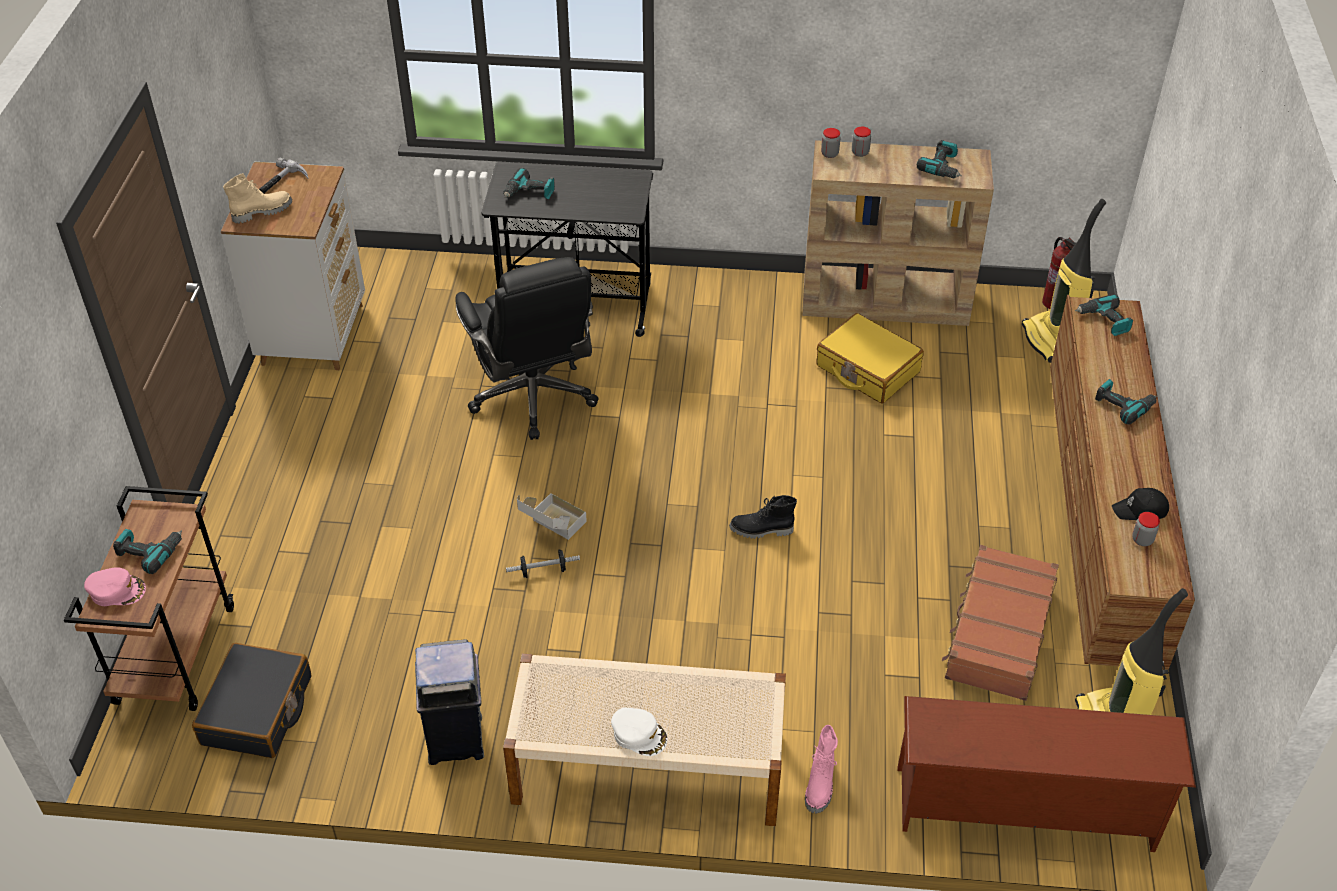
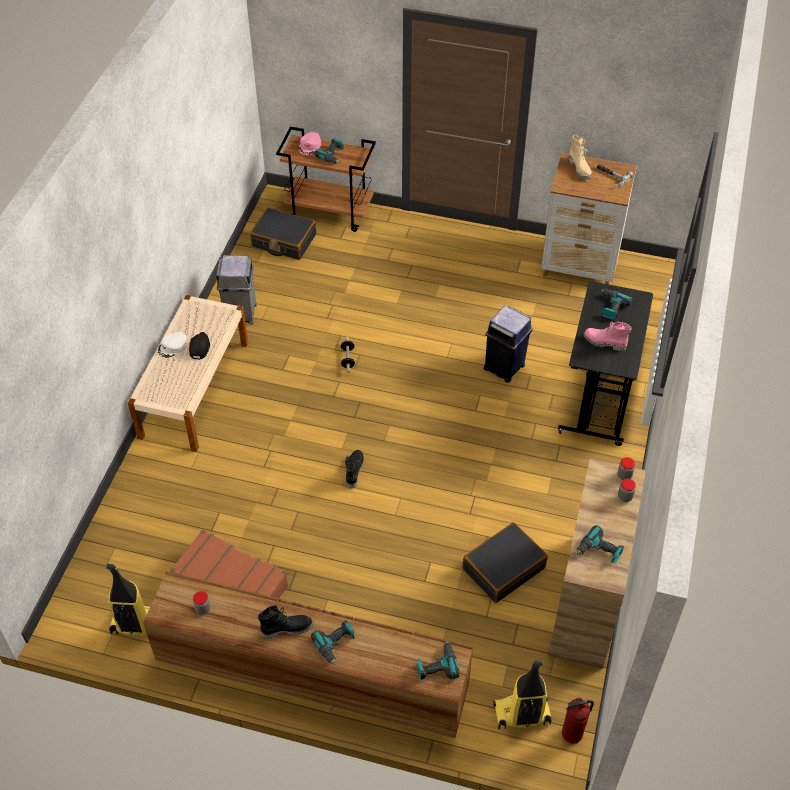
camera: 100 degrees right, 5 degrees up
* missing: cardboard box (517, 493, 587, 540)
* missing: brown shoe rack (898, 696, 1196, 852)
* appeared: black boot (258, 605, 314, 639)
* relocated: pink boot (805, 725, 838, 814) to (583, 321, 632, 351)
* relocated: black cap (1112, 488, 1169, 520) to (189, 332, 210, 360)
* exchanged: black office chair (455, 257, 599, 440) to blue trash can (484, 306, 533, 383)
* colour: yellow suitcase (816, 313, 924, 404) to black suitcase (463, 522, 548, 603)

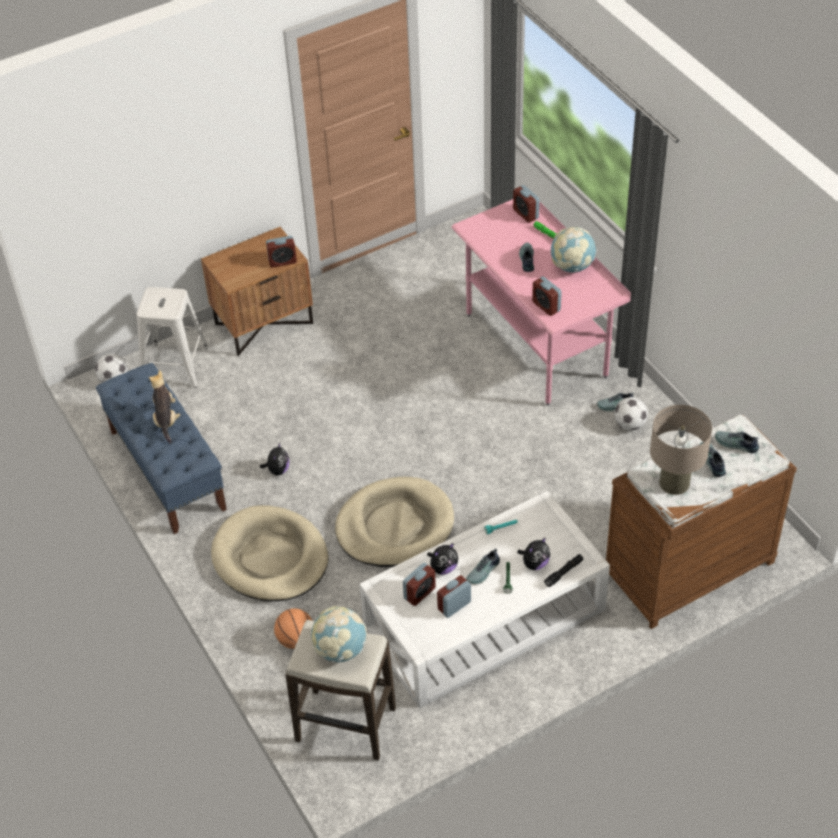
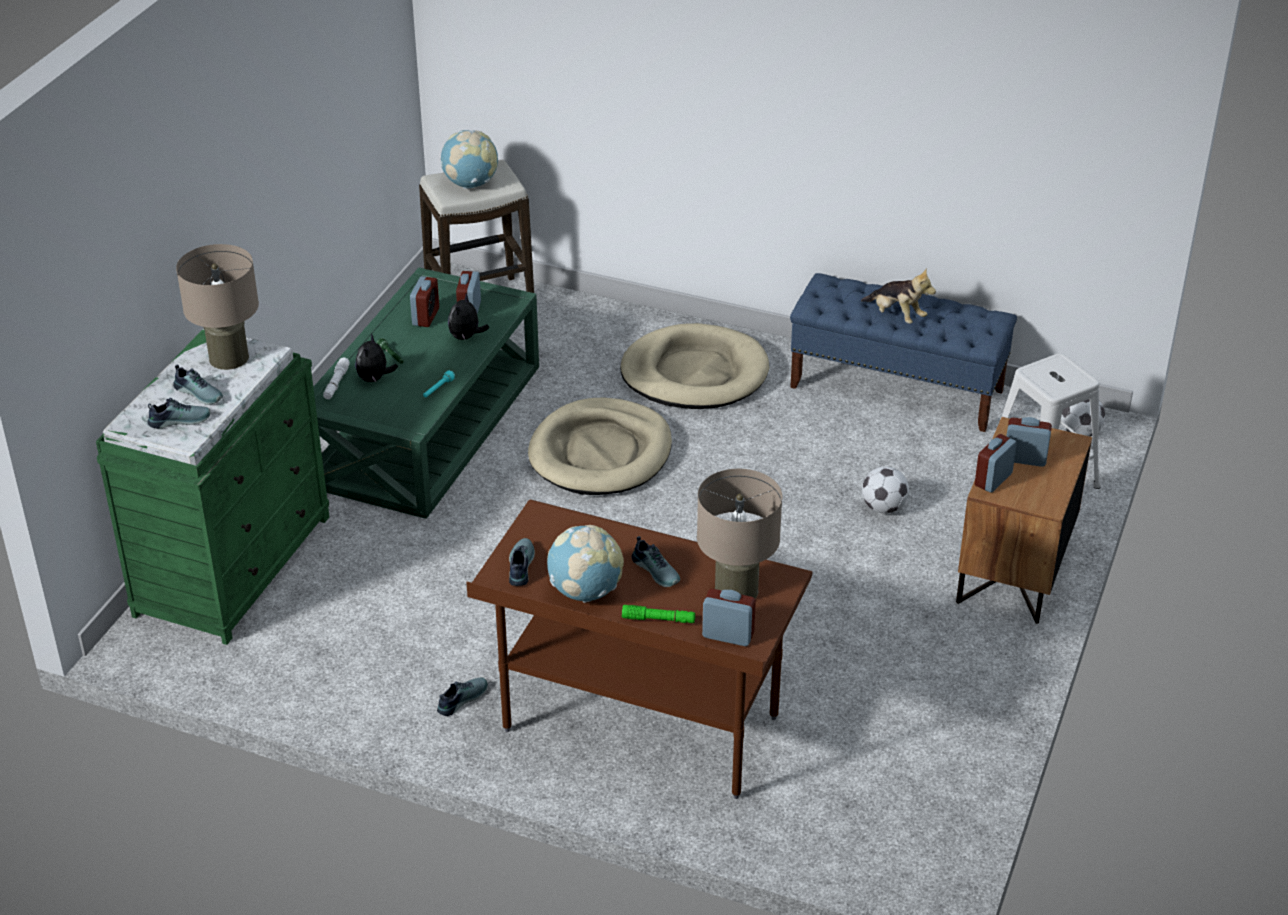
camera: 140 degrees right, 10 degrees down
* missing: plush toy (260, 443, 290, 475)
* missing: basketball (274, 608, 313, 649)
* appeared: beige table lamp (697, 469, 782, 599)
* relocated: shoe (466, 548, 500, 584) to (509, 538, 535, 586)
* relocated: alarm clock (532, 276, 562, 316) to (1007, 417, 1052, 467)
* relocated: football (614, 397, 648, 430) to (862, 467, 909, 513)
* colour: white coffee table (359, 491, 610, 708) to green coffee table (313, 268, 539, 519)
* colour: pink desk (452, 199, 631, 406) to brown desk (466, 499, 812, 799)
* colour: black flashlight (544, 554, 583, 587) to white flashlight (323, 357, 350, 399)
* colour: brown dresser (606, 414, 797, 629) to green dresser (96, 329, 329, 645)

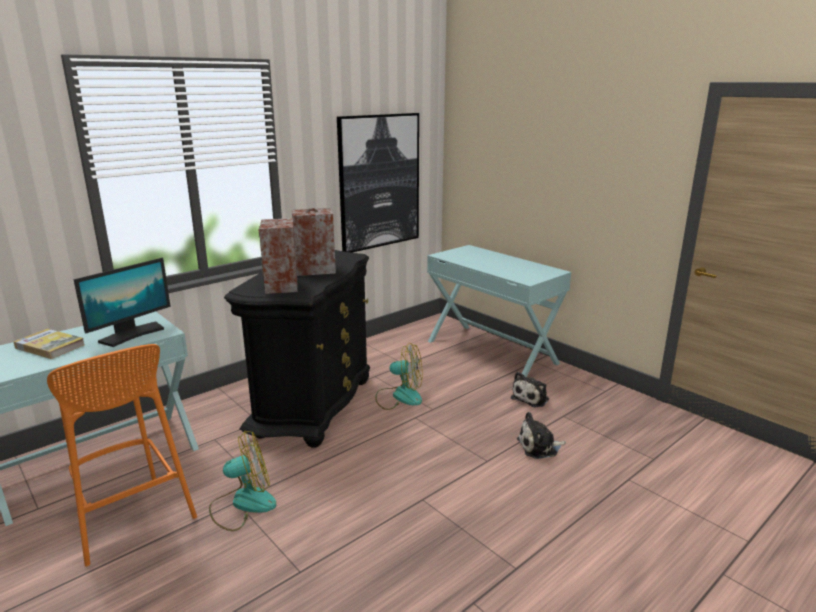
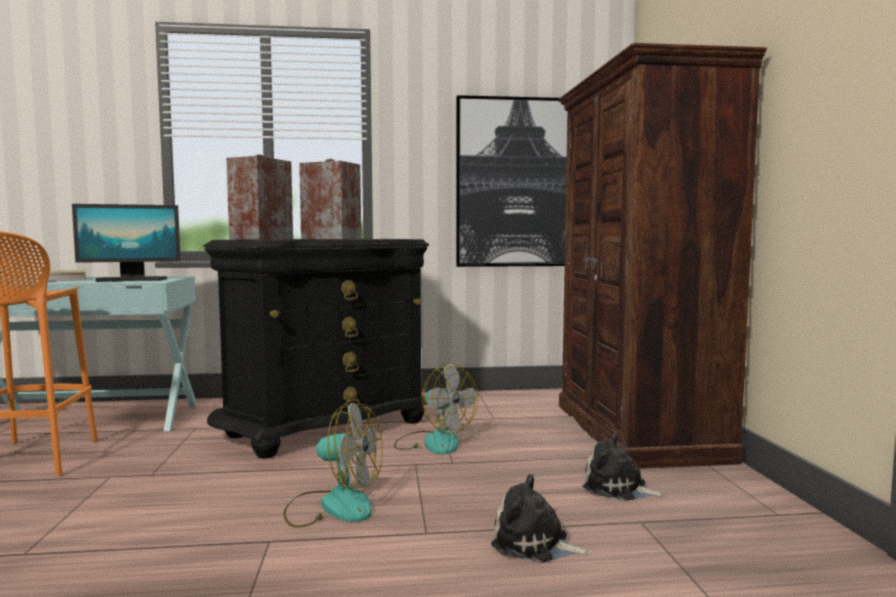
camera: 35 degrees right, 15 degrees down
* relocated: fan (209, 431, 276, 531) to (283, 400, 383, 528)
* exchanged: turquoise desk (427, 245, 571, 377) to brown wardrobe (558, 43, 767, 469)
* spun: plush toy (511, 372, 549, 408) = (583, 433, 666, 501) 45 degrees clockwise

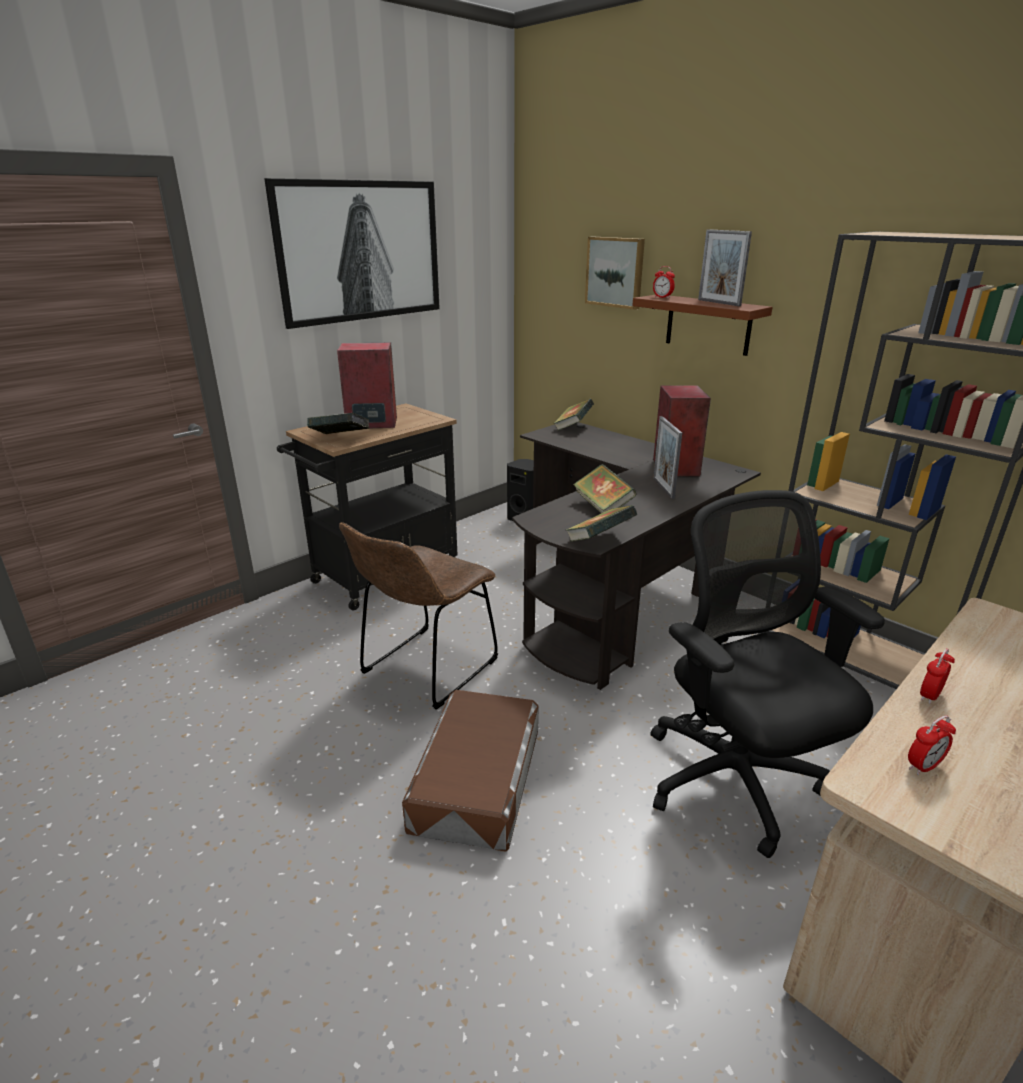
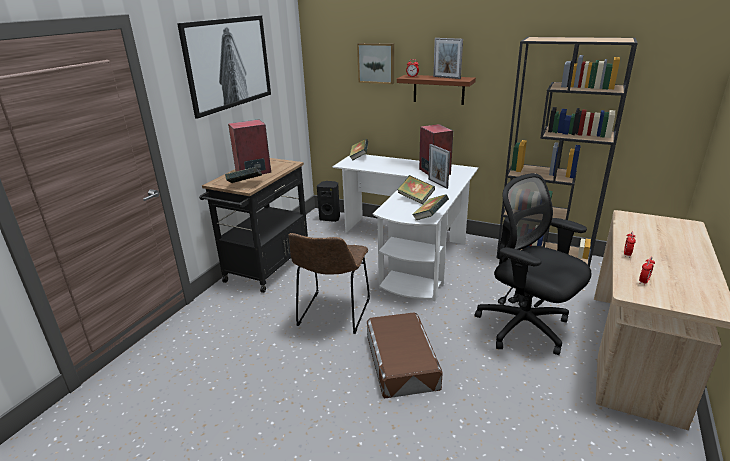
camera: 20 degrees left, 0 degrees up
* colour: black desk (512, 422, 761, 690) to white desk (332, 154, 478, 301)

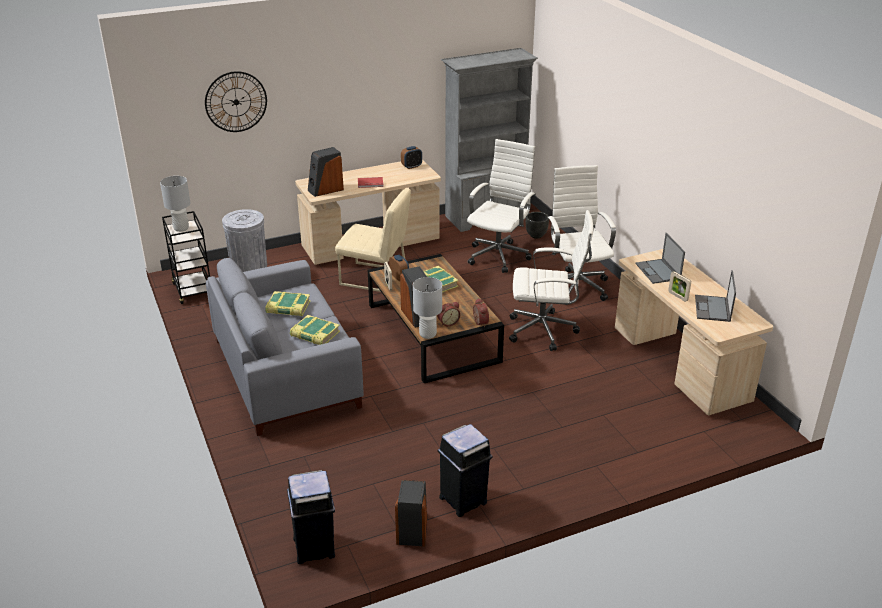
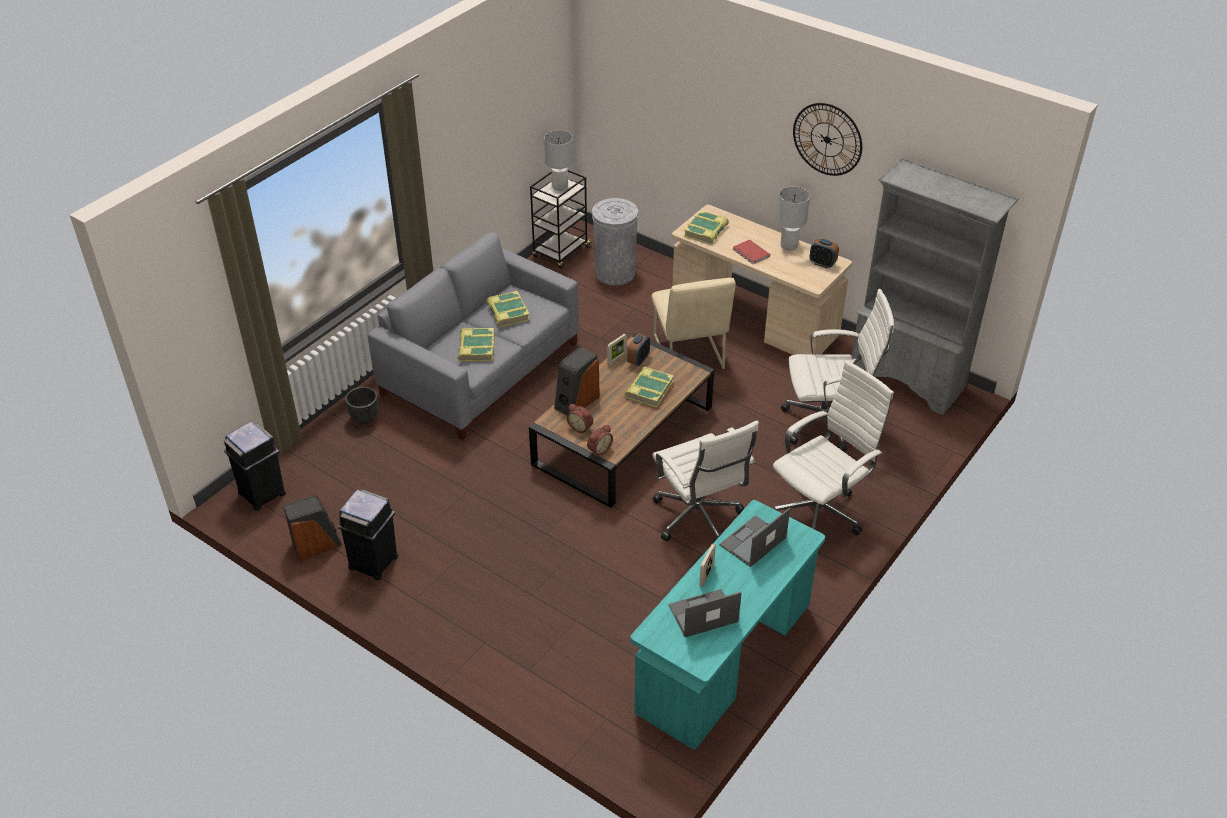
camera: 60 degrees right, 10 degrees up
* relocated: wall clock (205, 71, 267, 132) to (793, 103, 862, 176)
* relocated: grey table lamp (413, 277, 442, 339) to (777, 186, 810, 251)
* relocated: black planter (526, 212, 549, 239) to (345, 387, 379, 424)
* exchanged: speaker (308, 147, 344, 197) to book (684, 210, 729, 245)
* colour: beige desk (615, 249, 773, 415) to turquoise desk (630, 500, 825, 750)

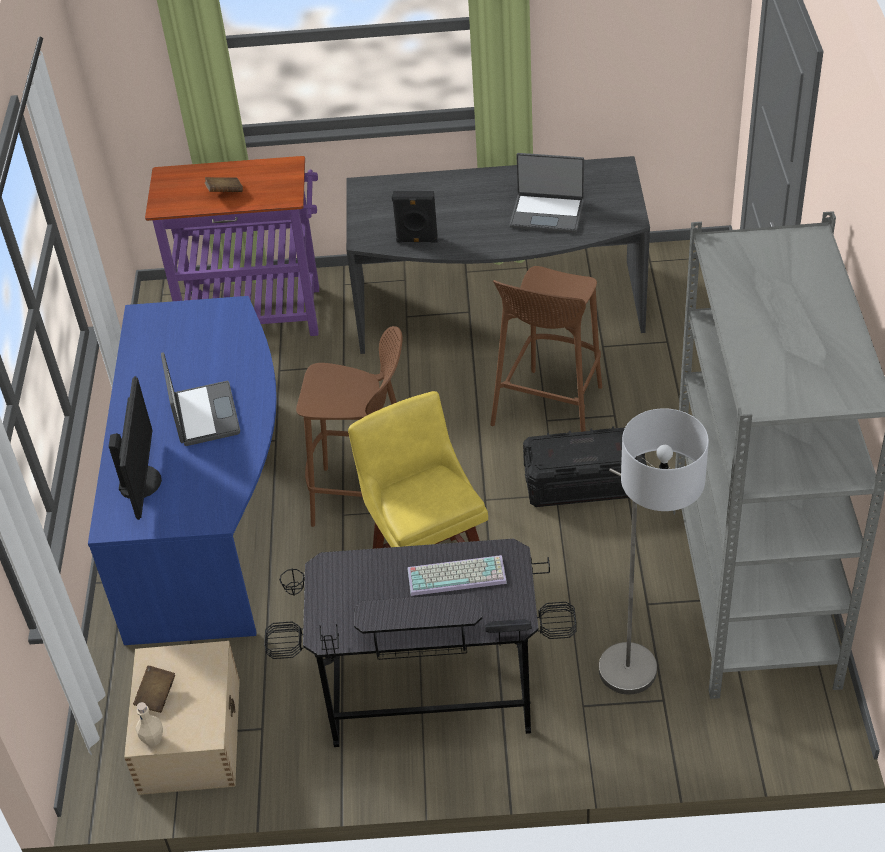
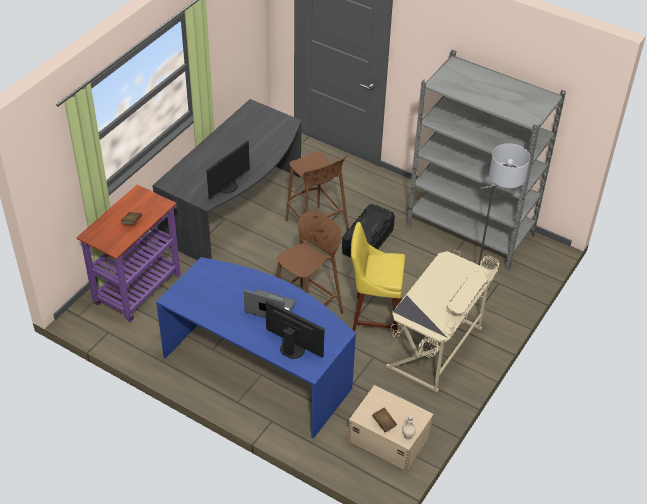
camera: 60 degrees left, 0 degrees up
* missing: keyboard (408, 555, 507, 596)
* missing: laptop (510, 153, 584, 233)
* exchanged: black speaker (392, 191, 438, 243) to monitor (207, 141, 250, 199)
* colour: black desk (264, 539, 577, 747) to beige desk (386, 250, 499, 392)

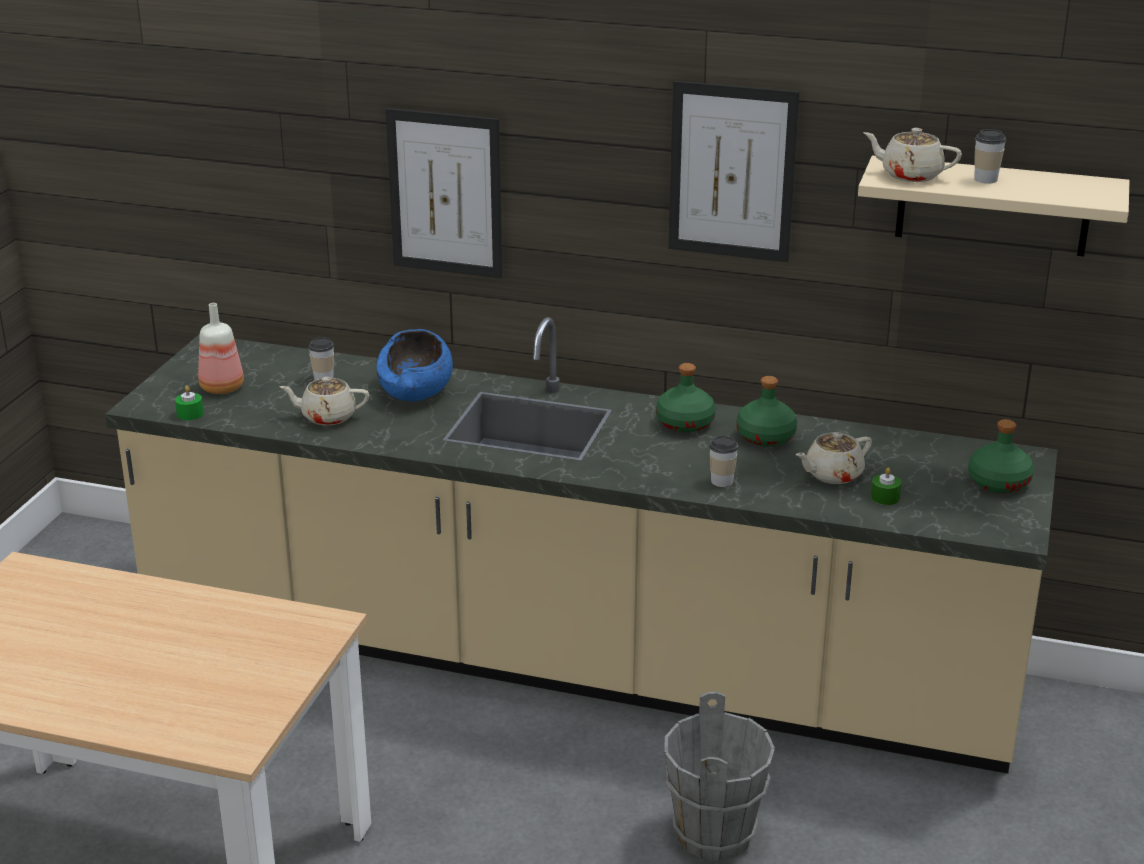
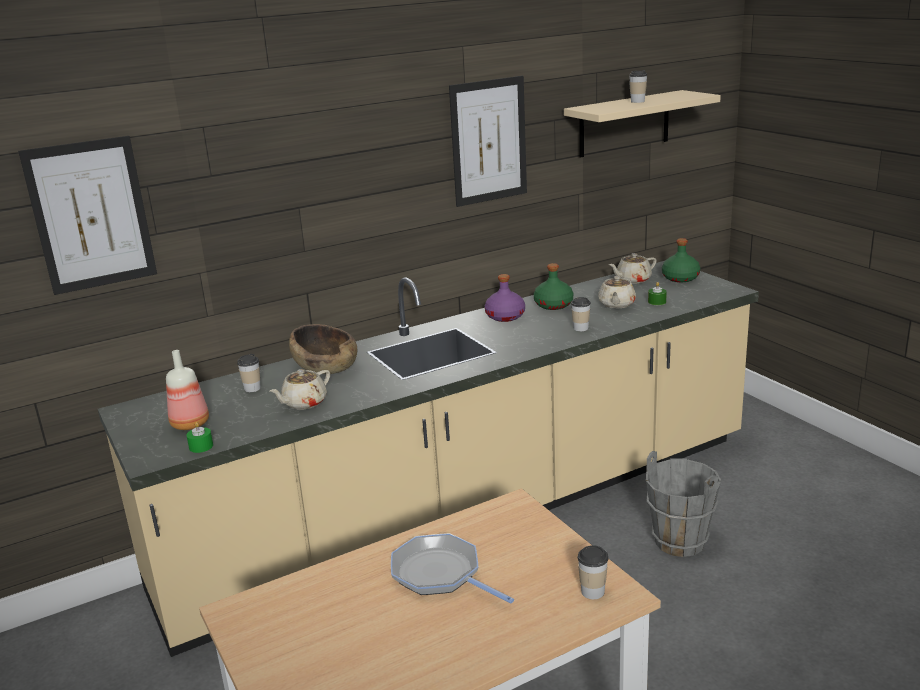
camera: 45 degrees left, 5 degrees down
* appeared: frying pan (391, 533, 514, 604)
* appeared: cup (578, 545, 608, 599)
* relocated: picture (385, 108, 503, 278) to (18, 136, 157, 295)
* relocated: beige teapot (864, 128, 962, 182) to (609, 253, 657, 283)
* colour: blue bowl (376, 329, 453, 401) to brown bowl (289, 324, 357, 374)
* colour: green bottle (656, 363, 716, 433) to purple bottle (485, 274, 525, 322)

